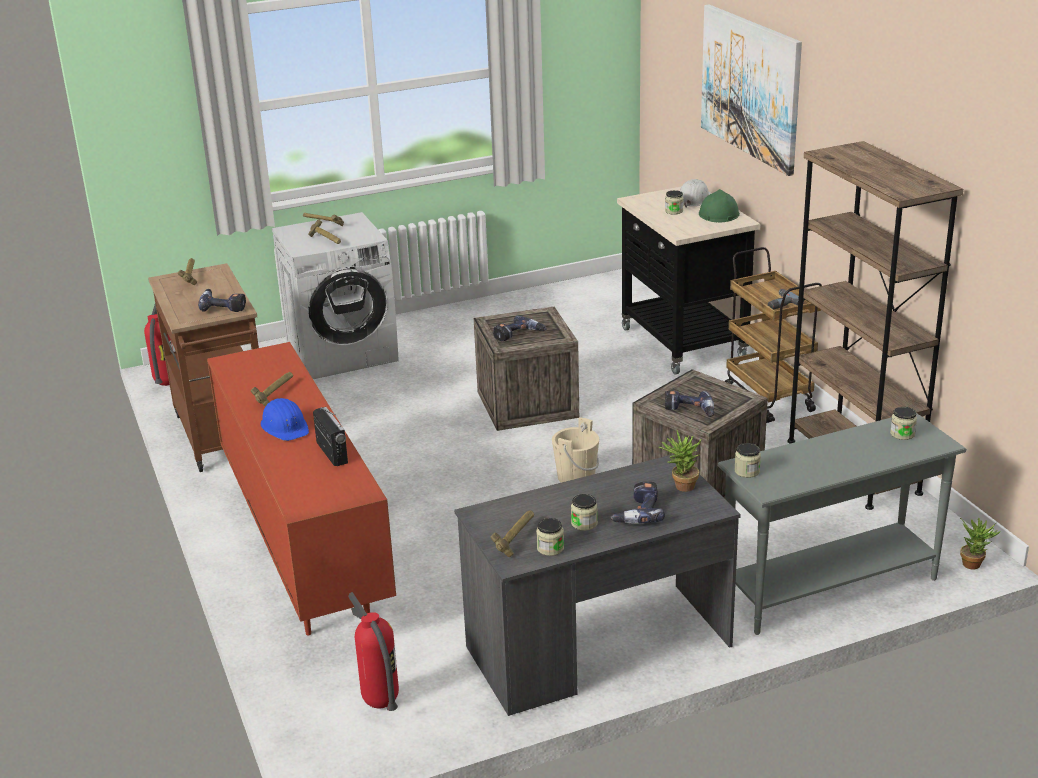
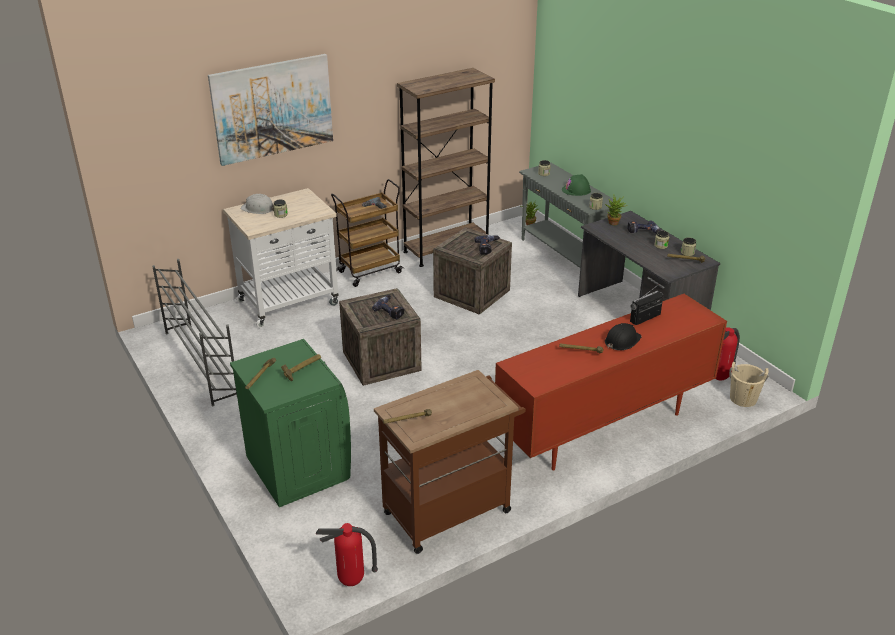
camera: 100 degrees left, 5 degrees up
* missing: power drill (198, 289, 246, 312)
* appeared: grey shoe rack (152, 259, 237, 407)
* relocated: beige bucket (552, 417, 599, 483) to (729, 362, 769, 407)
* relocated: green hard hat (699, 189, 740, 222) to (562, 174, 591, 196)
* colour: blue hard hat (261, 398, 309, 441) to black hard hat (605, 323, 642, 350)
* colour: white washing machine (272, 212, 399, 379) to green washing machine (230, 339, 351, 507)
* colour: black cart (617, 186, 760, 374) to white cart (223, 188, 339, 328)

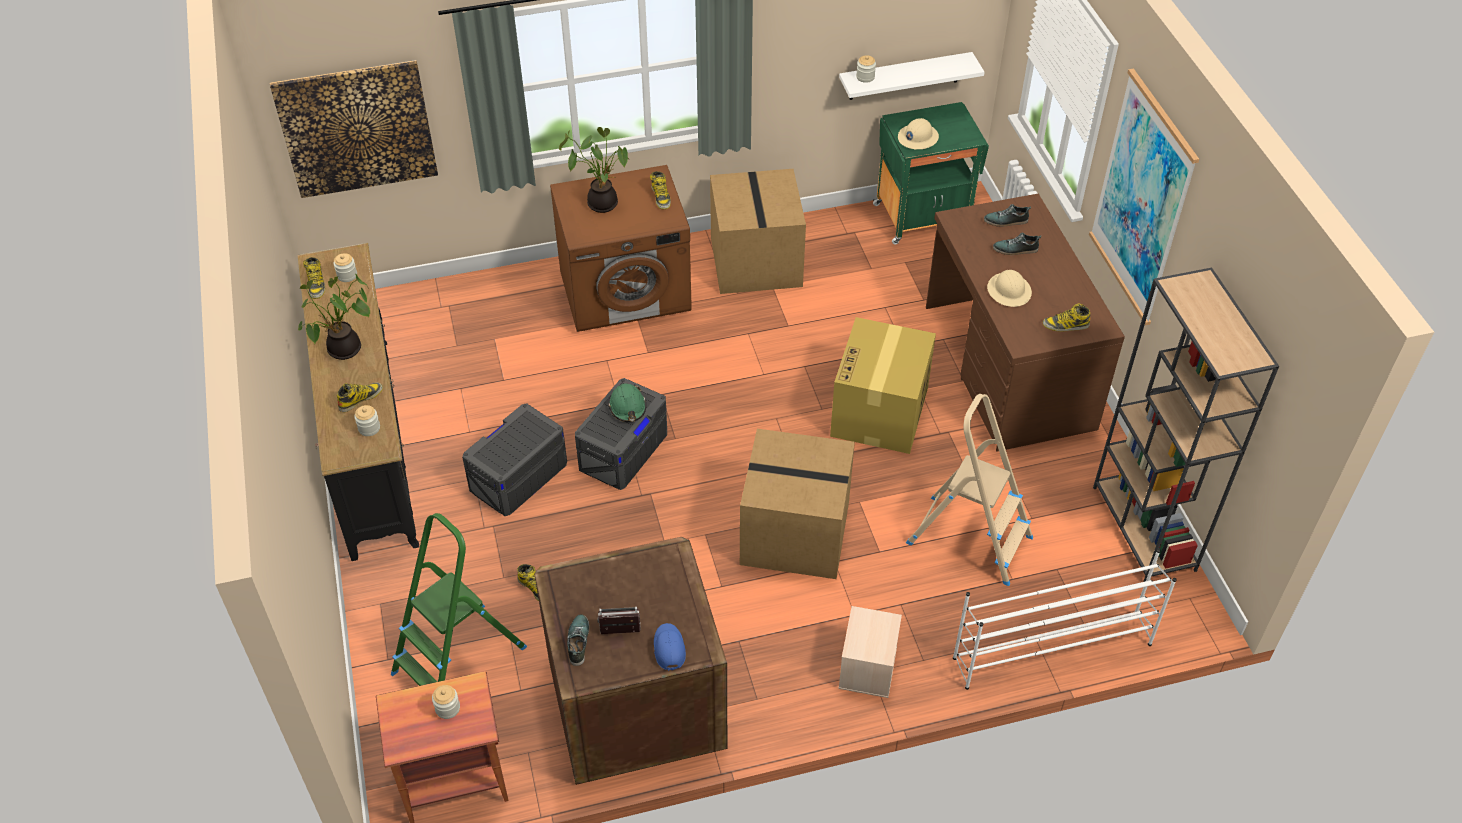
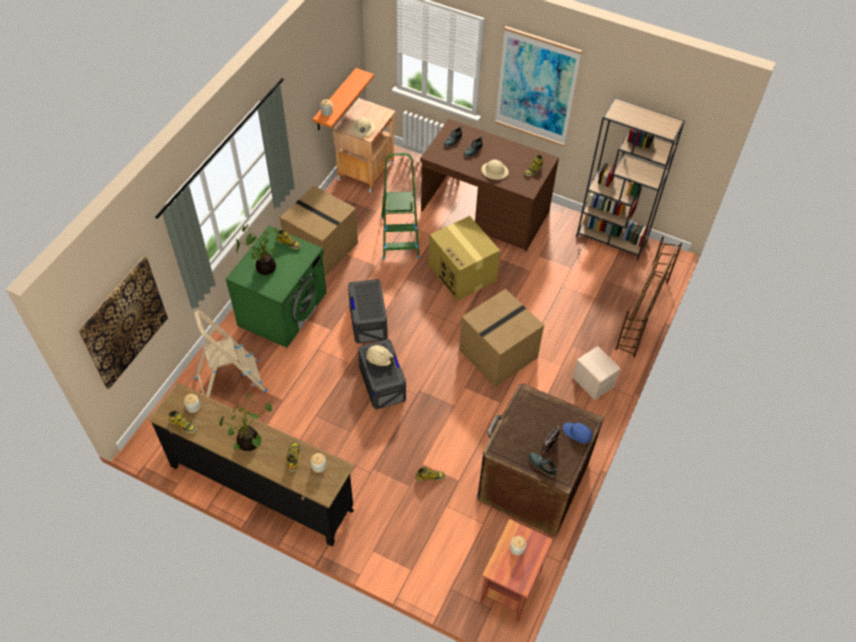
camera: 50 degrees left, 5 degrees up
* relocated: green step ladder (391, 513, 527, 686) to (381, 153, 419, 260)
* relocated: grey storage box (462, 403, 567, 516) to (348, 279, 388, 344)
* relocated: beige step ladder (906, 394, 1033, 586) to (194, 310, 268, 397)
* colour: brown washing machine (550, 165, 692, 332) to green washing machine (226, 226, 327, 348)
* colour: green hard hat (609, 383, 646, 422) to beige hard hat (366, 344, 394, 367)
* colour: white shelf (839, 52, 985, 100) to orange shelf (313, 68, 374, 130)
* colour: green cart (873, 102, 989, 245) to brown cart (333, 98, 396, 193)
* colour: white shoe rack (953, 549, 1177, 690) to brown shoe rack (615, 236, 682, 357)

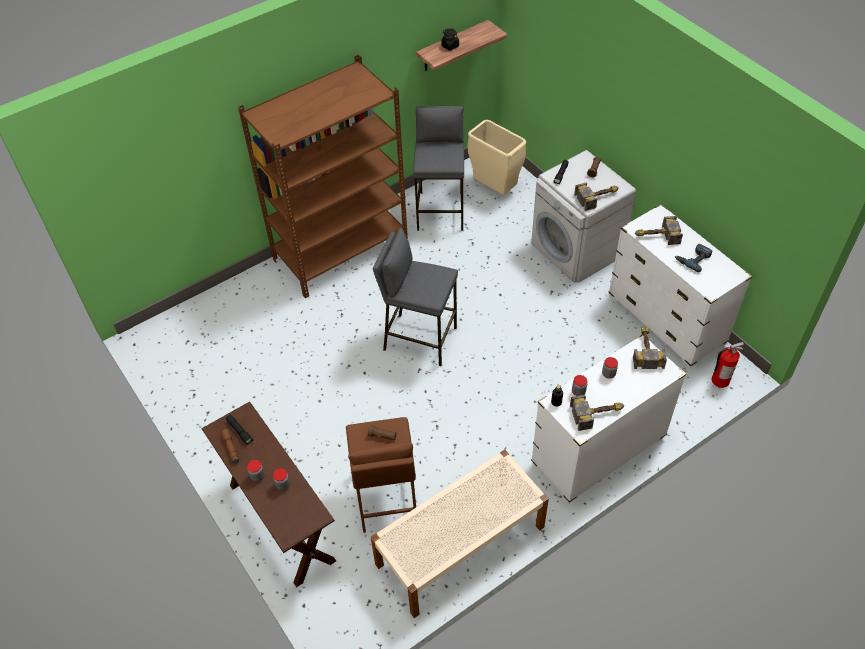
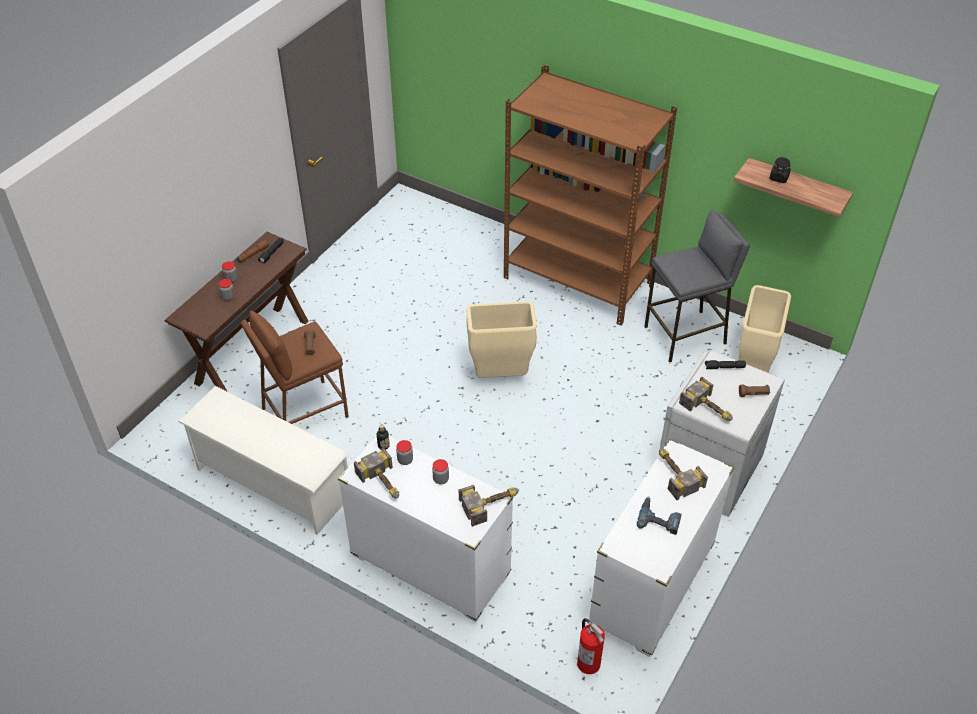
camera: 65 degrees right, 5 degrees down
* exchanged: beige bench (371, 450, 549, 618) to white shoe rack (178, 386, 349, 535)
* exchanged: grey stool (373, 228, 458, 366) to beige trash can (466, 301, 537, 378)

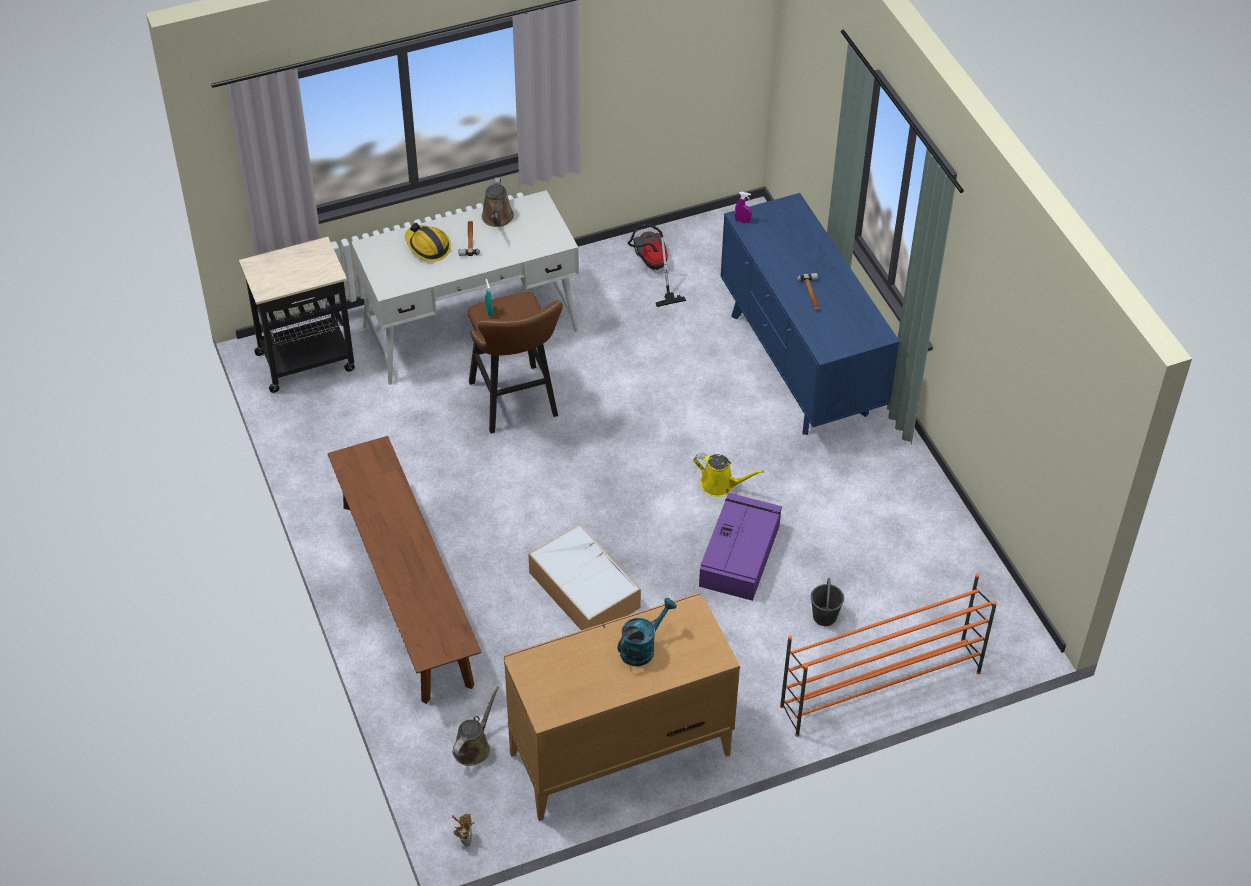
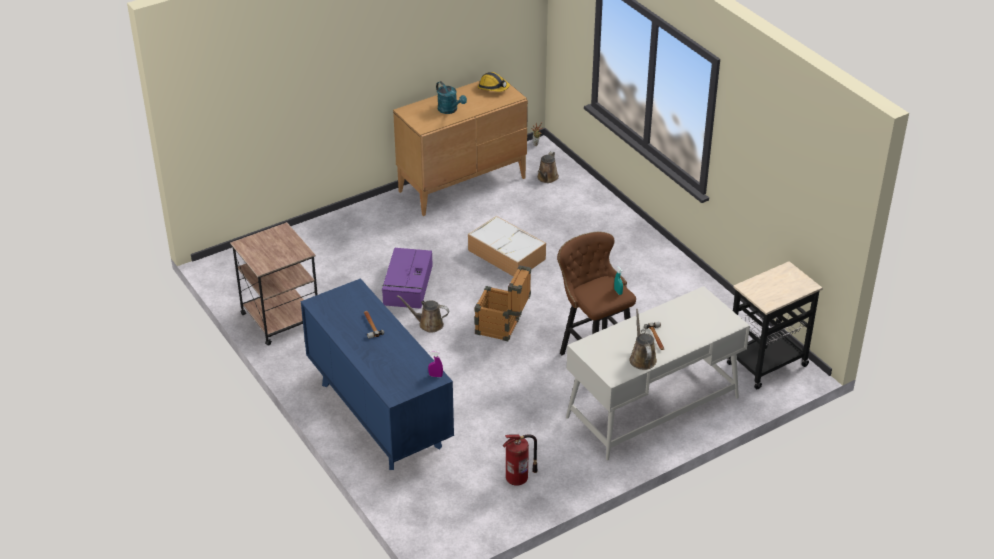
camera: 170 degrees right, 10 degrees down
* missing: brown bench (327, 436, 481, 704)
* missing: orange shoe rack (780, 574, 997, 737)
* missing: grey bucket (811, 578, 844, 626)
* appeared: brown cart (230, 222, 318, 345)
* appeared: crate (474, 265, 531, 341)
* relocated: hard hat (405, 223, 451, 262) to (477, 72, 510, 92)
* exchanged: vacuum cleaner (628, 224, 686, 307) to fire extinguisher (503, 435, 538, 486)
* colour: yellow watering can (694, 453, 764, 497) to brown watering can (397, 295, 449, 332)
* spun: turquoise watering can (618, 598, 677, 666) = (436, 81, 467, 114) 75 degrees counterclockwise

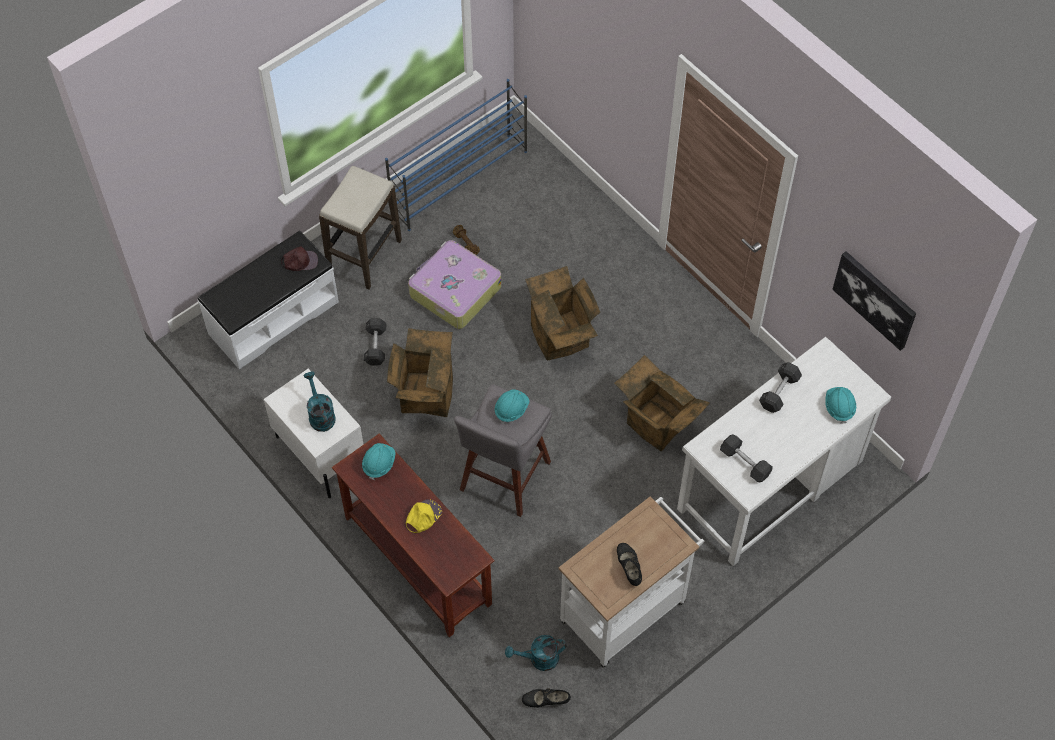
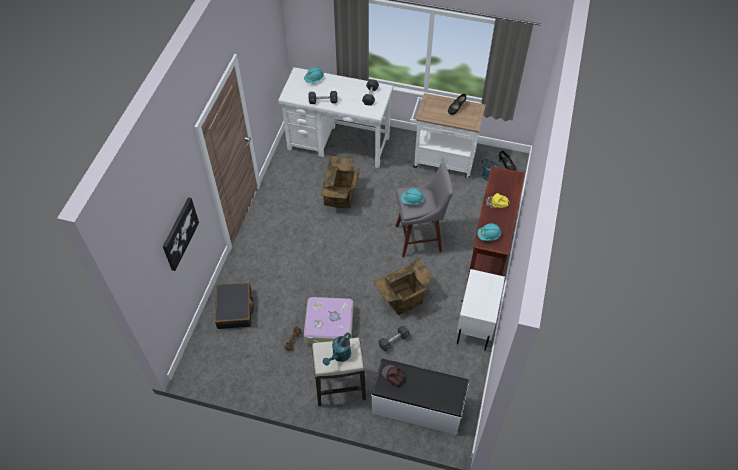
camera: 125 degrees left, 5 degrees down
* missing: blue shoe rack (385, 79, 527, 231)
* missing: cardboard box (525, 266, 600, 360)
* appeared: black suitcase (215, 282, 254, 329)
* relocated: turquoise watering can (304, 371, 336, 432) to (323, 332, 351, 366)
* relocated: picture (832, 251, 916, 351) to (163, 197, 199, 271)

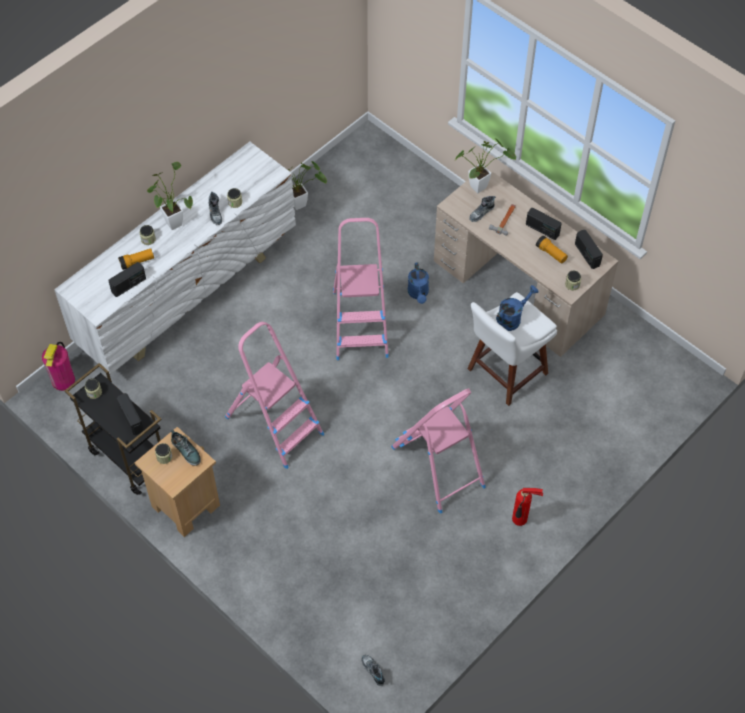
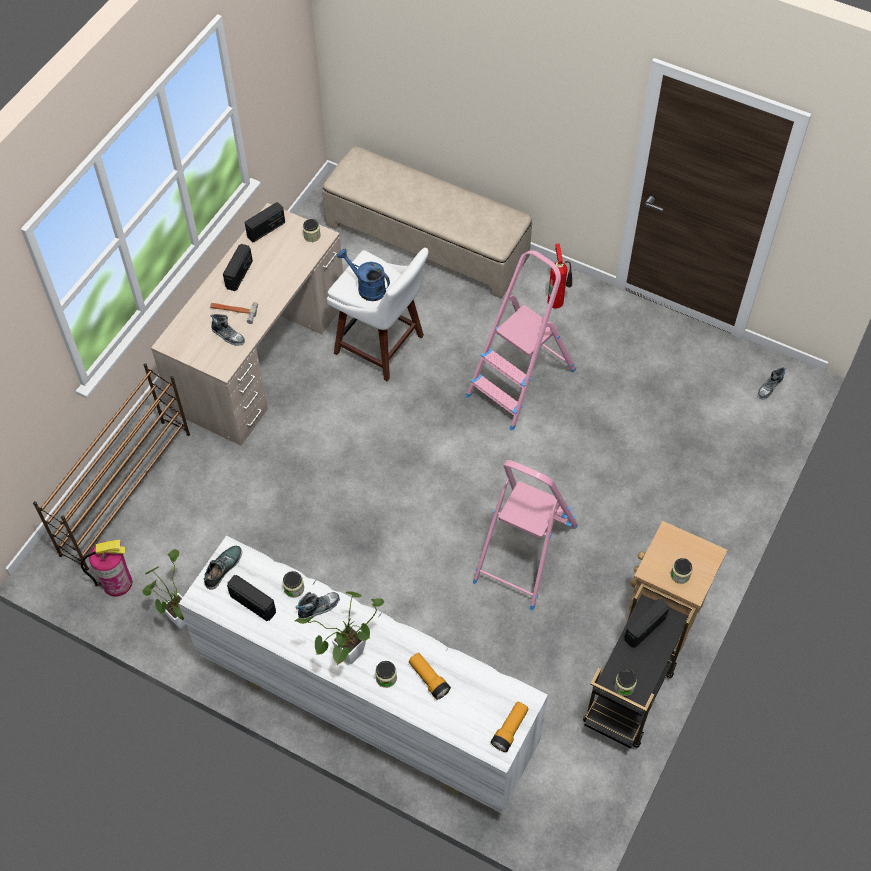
camera: 105 degrees left, 0 degrees up
* missing: pink step ladder (333, 218, 389, 360)
* missing: blue watering can (408, 262, 429, 304)
* missing: potted plant (455, 138, 516, 193)
* appeared: brown shoe rack (33, 363, 190, 571)
* appeared: beige bench (322, 146, 532, 298)
* relocated: fire extinguisher (42, 342, 75, 391) to (80, 540, 132, 597)
* relocated: radio (109, 262, 146, 297) to (227, 575, 276, 621)
* relocated: shoe (171, 430, 201, 466) to (203, 546, 242, 590)
* relocated: flashlight (536, 236, 568, 264) to (491, 702, 528, 752)

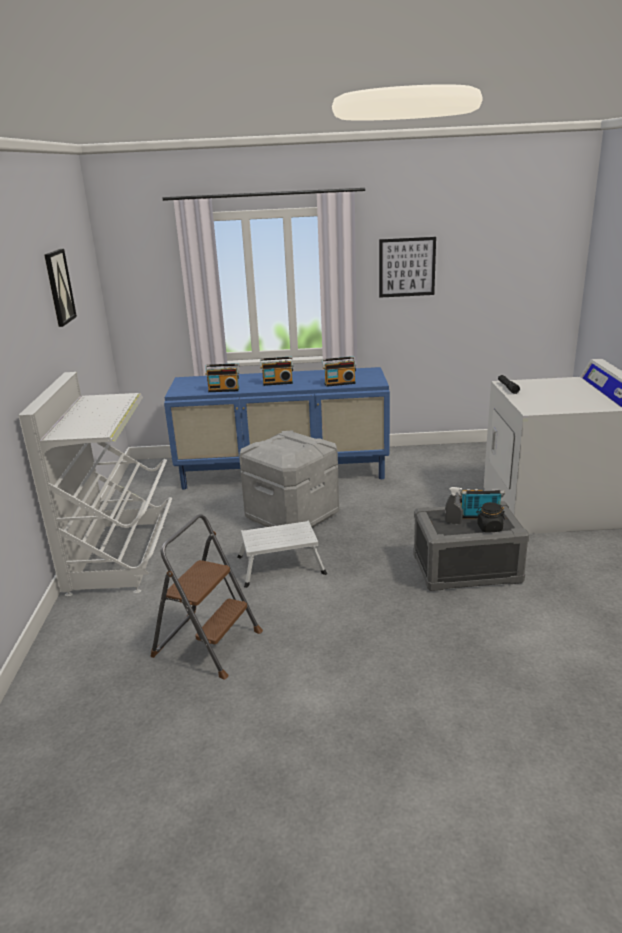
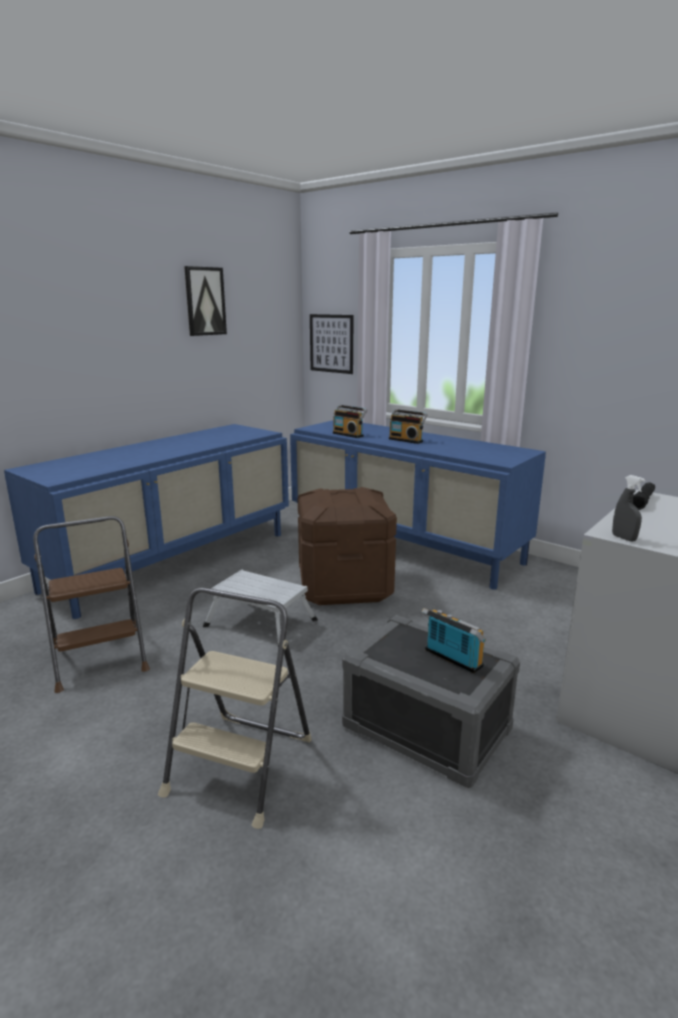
camera: 40 degrees right, 5 degrees down
* missing: radio (322, 356, 356, 387)
* missing: black jar (476, 502, 505, 532)
* appeared: beige step ladder (158, 588, 312, 829)
* relocated: picture (379, 237, 436, 298) to (310, 314, 354, 374)
* relocated: grey spray bottle (445, 487, 463, 525) to (612, 475, 645, 542)
* exchanged: white shoe rack (18, 372, 172, 596) to blue cabinet (4, 424, 289, 619)
* colour: grey storage box (239, 430, 339, 528) to brown storage box (298, 487, 397, 605)

